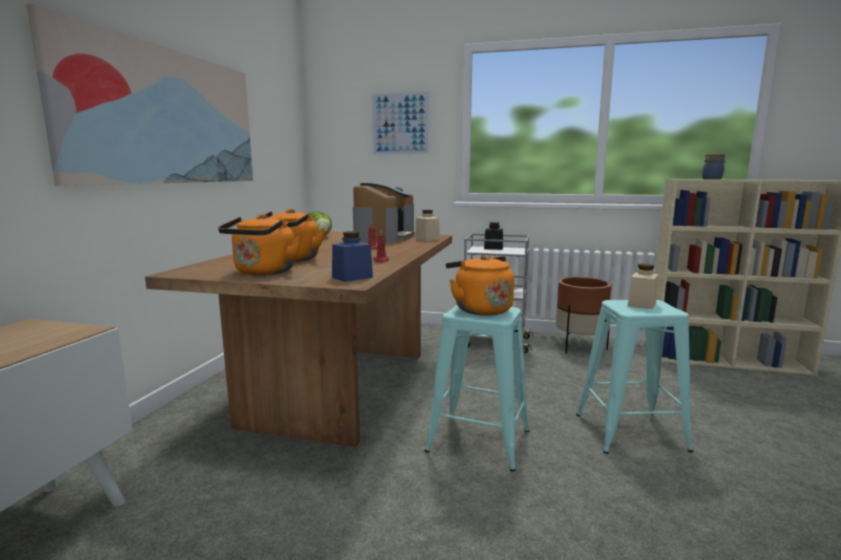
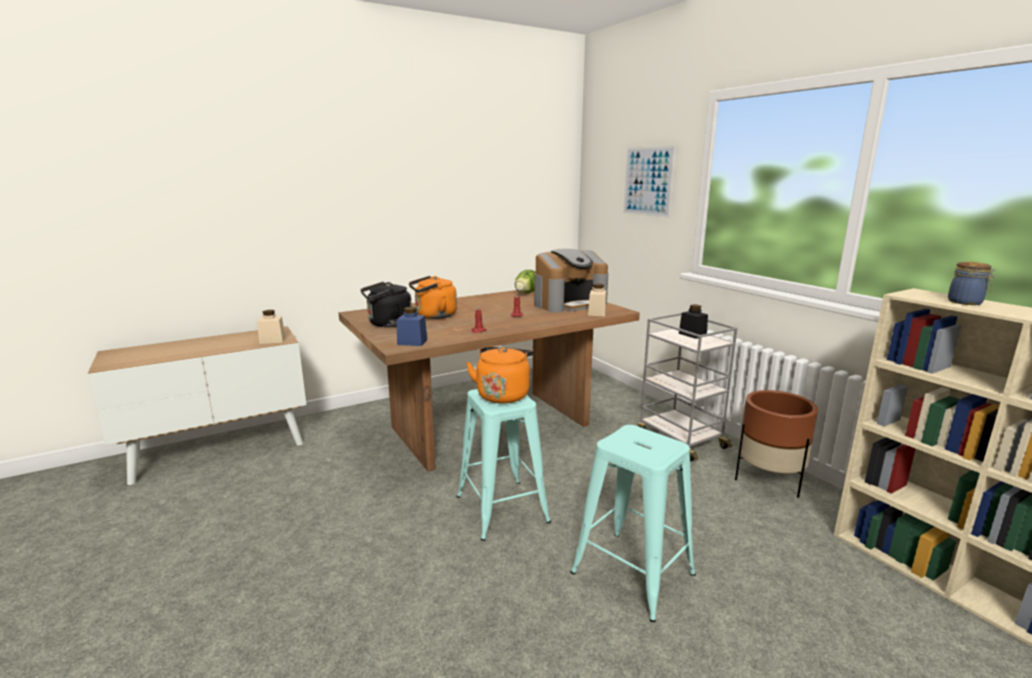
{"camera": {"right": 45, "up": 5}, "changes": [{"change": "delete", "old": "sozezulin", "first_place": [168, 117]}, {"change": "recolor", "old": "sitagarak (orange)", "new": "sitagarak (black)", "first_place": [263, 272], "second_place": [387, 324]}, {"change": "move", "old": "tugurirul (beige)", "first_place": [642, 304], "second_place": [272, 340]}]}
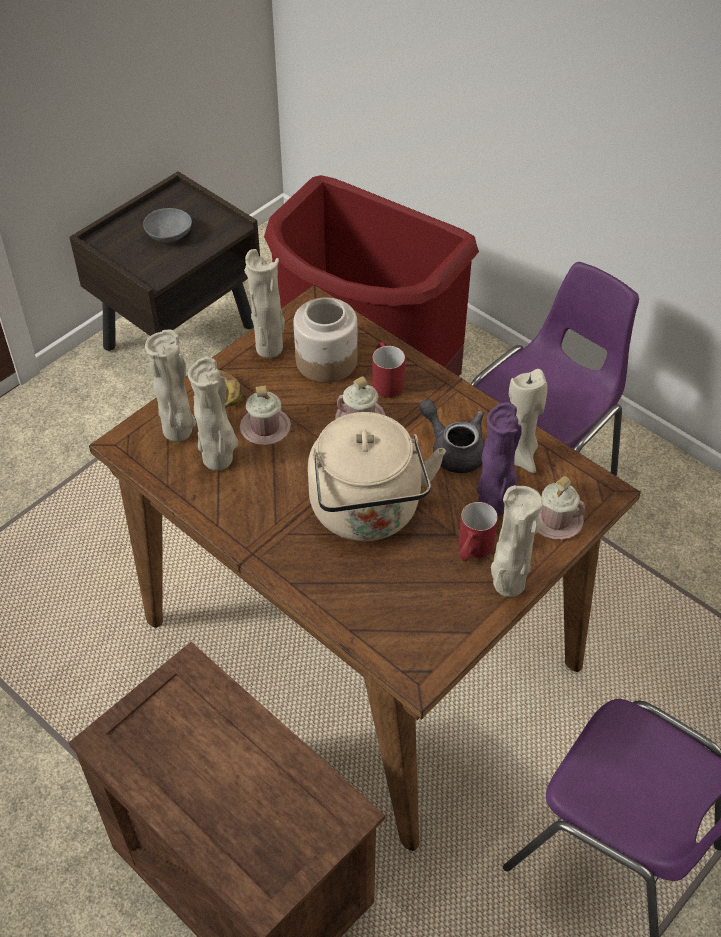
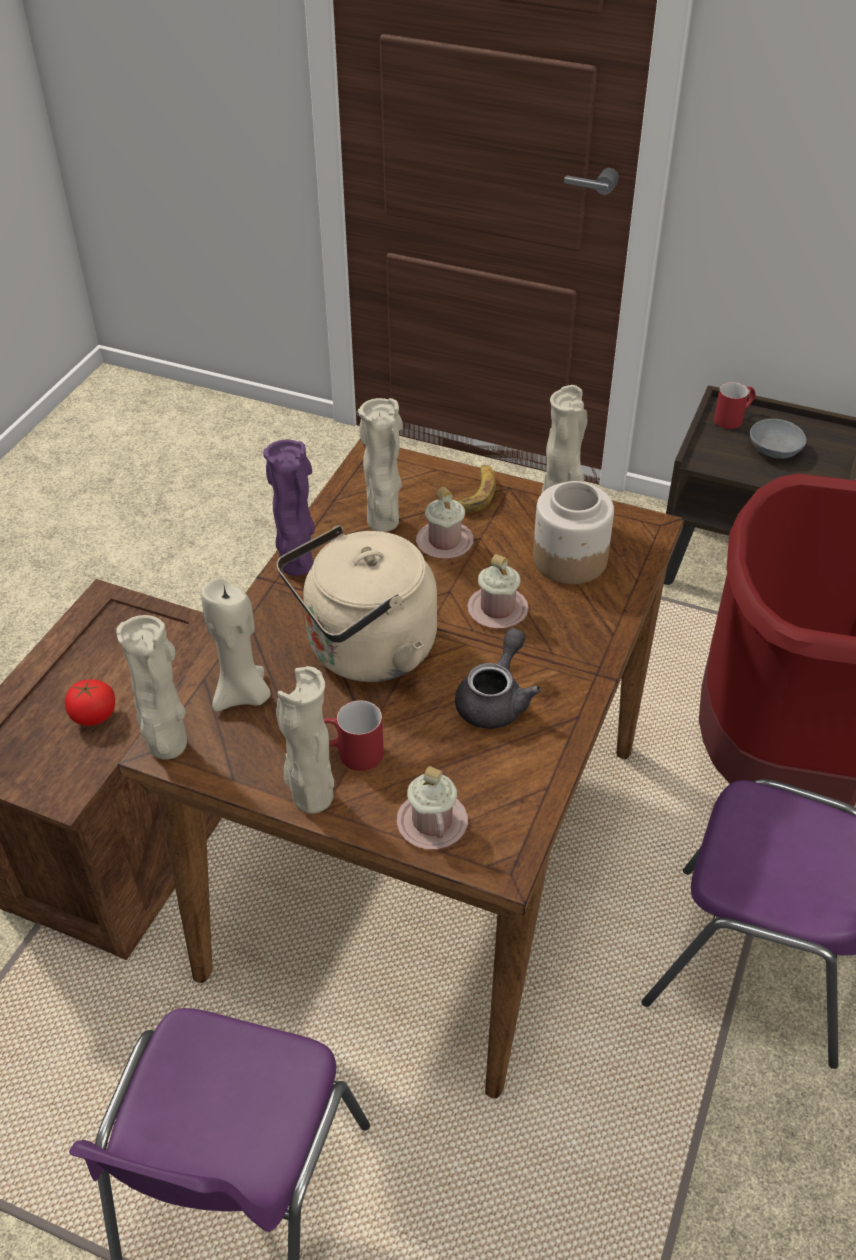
{"camera": {"right": 70, "up": -5}, "changes": [{"change": "move", "old": "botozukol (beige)", "first_place": [179, 432], "second_place": [167, 747]}, {"change": "move", "old": "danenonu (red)", "first_place": [385, 380], "second_place": [733, 418]}, {"change": "move", "old": "botozukol (purple)", "first_place": [495, 505], "second_place": [297, 567]}, {"change": "move", "old": "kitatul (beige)", "first_place": [519, 456], "second_place": [243, 695]}, {"change": "insert", "new": "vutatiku", "second_place": [94, 715]}]}
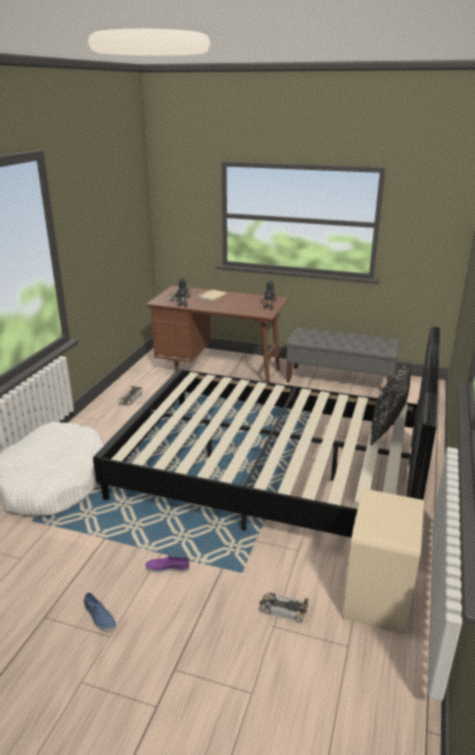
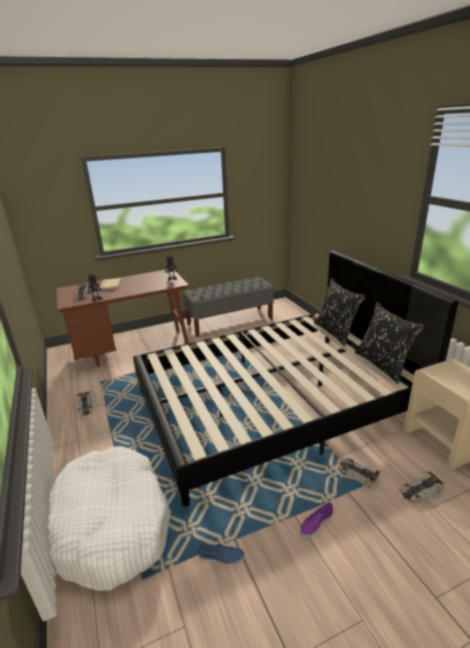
{"camera": {"right": -40, "up": 0}, "changes": [{"change": "move", "old": "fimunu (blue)", "first_place": [99, 617], "second_place": [221, 557]}, {"change": "insert", "new": "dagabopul", "second_place": [357, 474]}, {"change": "insert", "new": "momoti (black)", "second_place": [383, 365]}]}
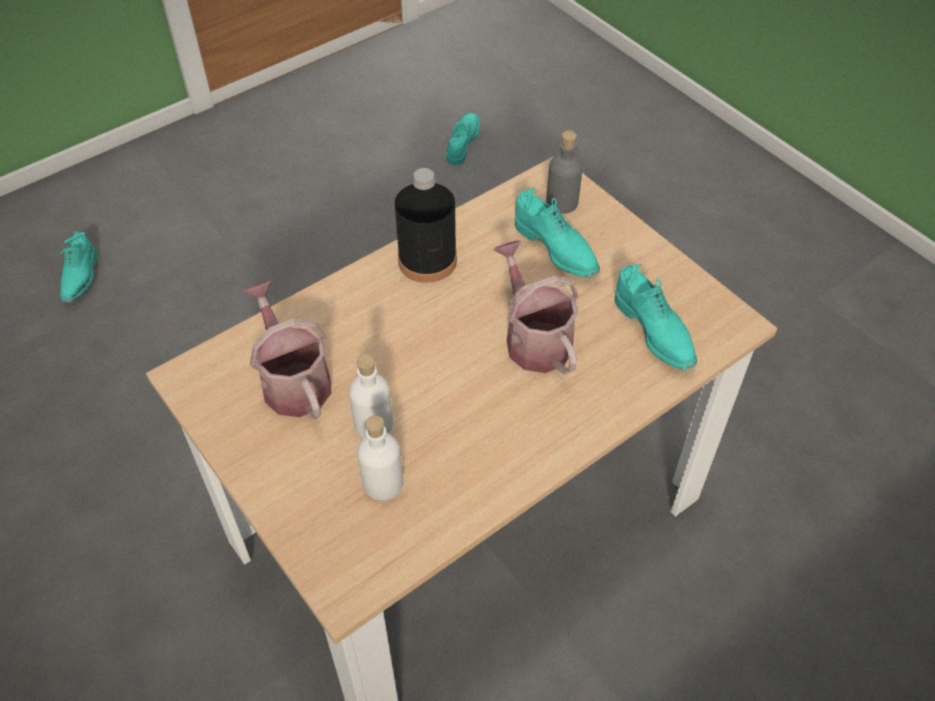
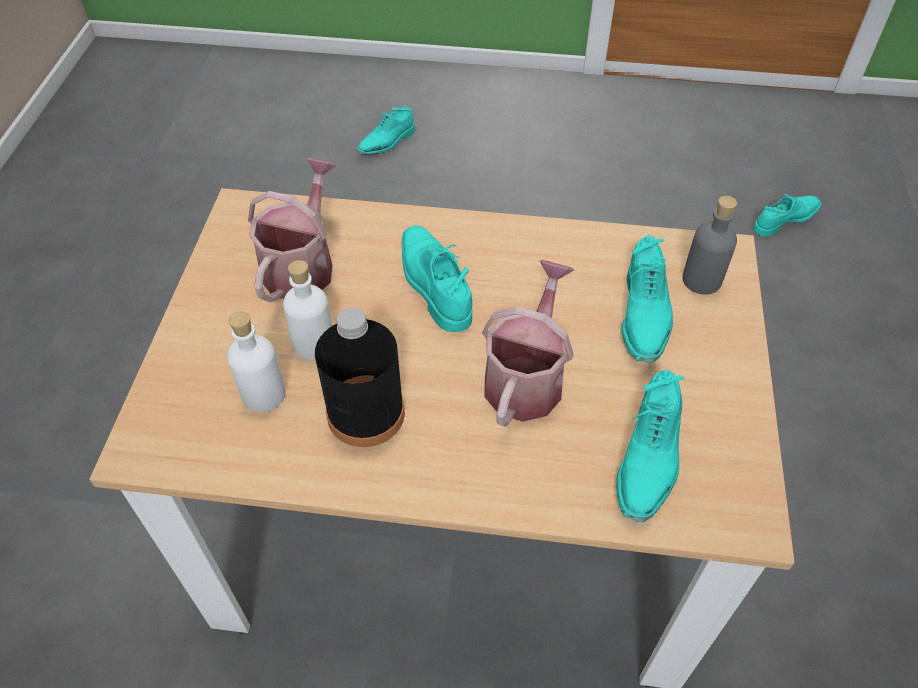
{"camera": {"right": 45, "up": 0}, "changes": [{"change": "move", "old": "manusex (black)", "first_place": [427, 260], "second_place": [366, 414]}, {"change": "insert", "new": "fimunu (turquoise)", "second_place": [434, 285]}]}
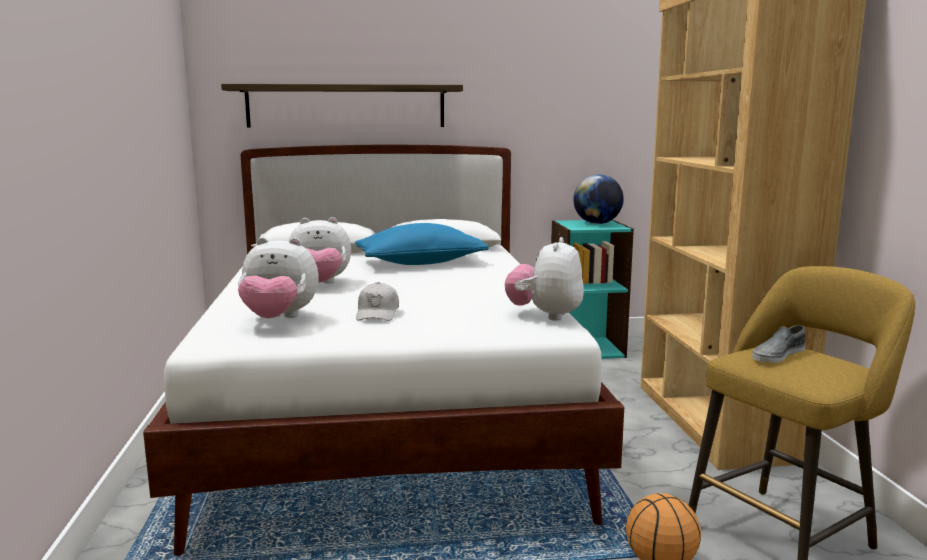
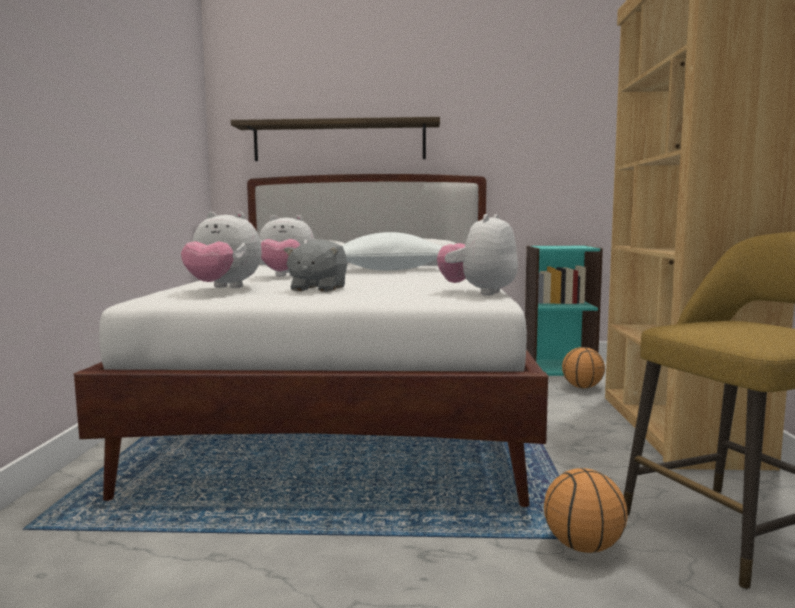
{"camera": {"right": 10, "up": -5}, "changes": [{"change": "recolor", "old": "momoti (blue)", "new": "momoti (white)", "first_place": [420, 263], "second_place": [389, 269]}, {"change": "replace", "old": "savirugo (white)", "new": "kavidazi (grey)", "first_place": [377, 313], "second_place": [318, 289]}, {"change": "delete", "old": "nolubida", "first_place": [597, 223]}, {"change": "delete", "old": "fimunu (grey)", "first_place": [777, 354]}, {"change": "insert", "new": "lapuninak", "second_place": [582, 387]}]}
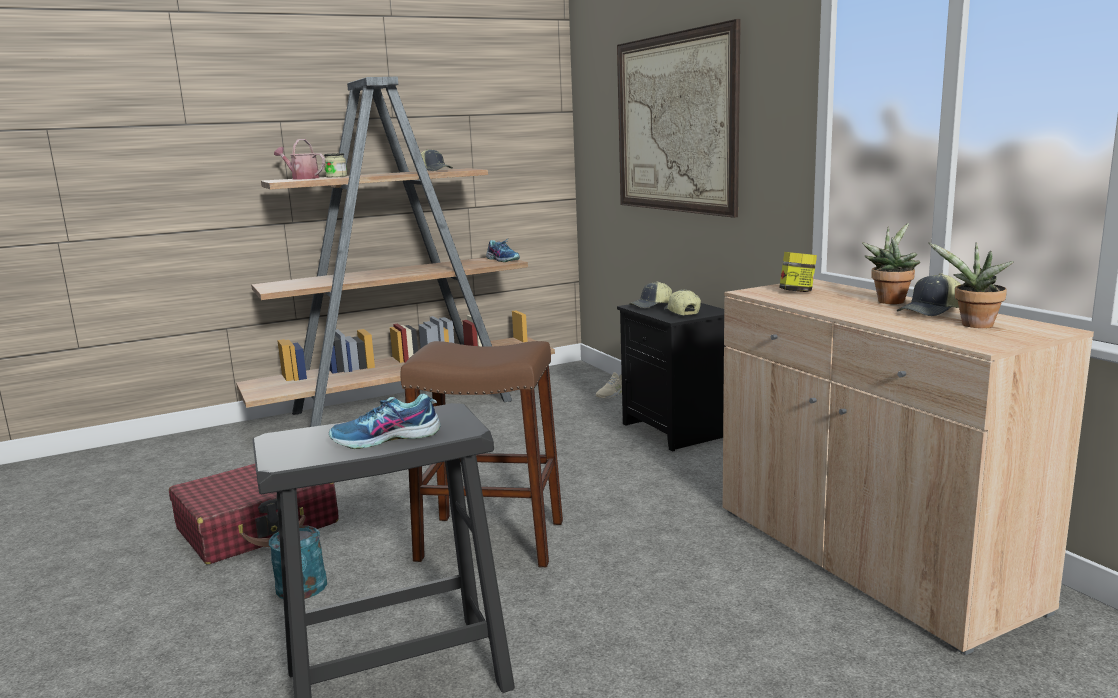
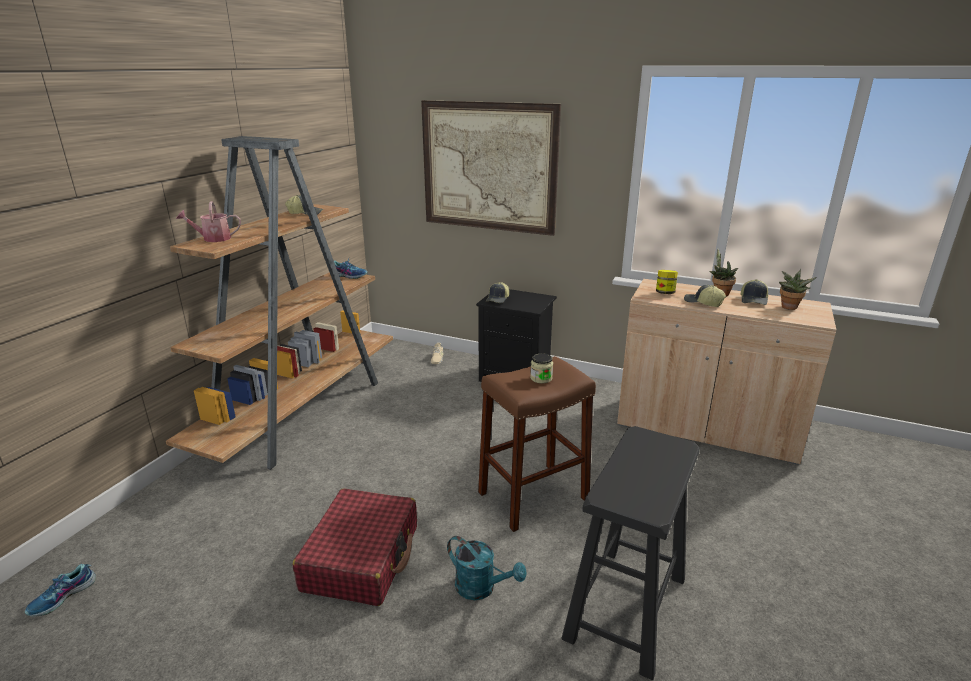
{"camera": {"right": -40, "up": 10}, "changes": [{"change": "move", "old": "tugurirul", "first_place": [336, 176], "second_place": [541, 378]}, {"change": "move", "old": "fimunu", "first_place": [386, 438], "second_place": [63, 597]}, {"change": "move", "old": "savirugo", "first_place": [681, 312], "second_place": [703, 303]}]}
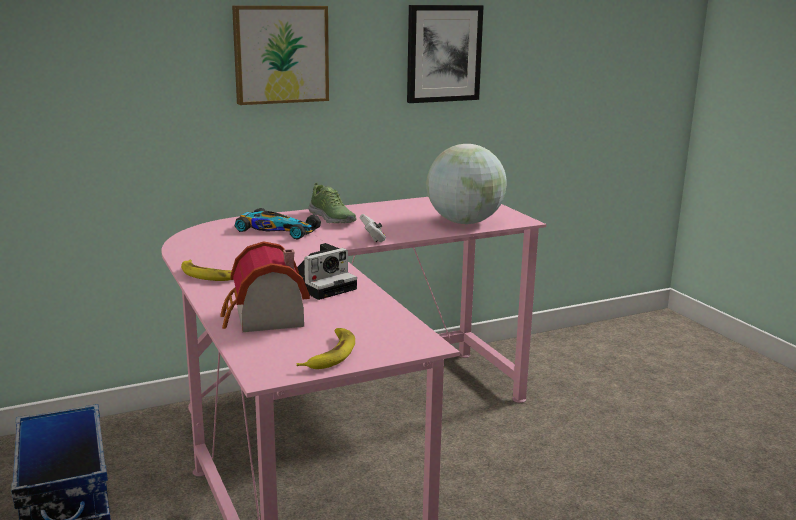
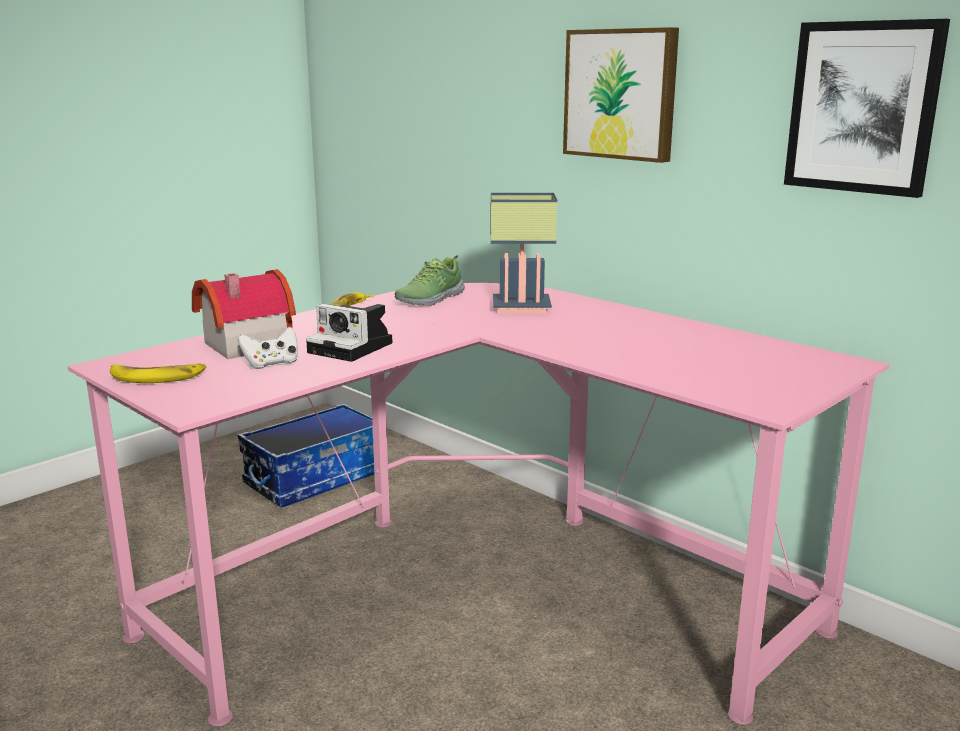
{"camera": {"right": 70, "up": 0}, "changes": [{"change": "replace", "old": "dagabopul", "new": "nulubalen", "first_place": [276, 230], "second_place": [523, 307]}, {"change": "move", "old": "fimunu", "first_place": [332, 218], "second_place": [429, 299]}, {"change": "move", "old": "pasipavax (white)", "first_place": [373, 239], "second_place": [271, 364]}, {"change": "delete", "old": "nolubida", "first_place": [464, 222]}]}
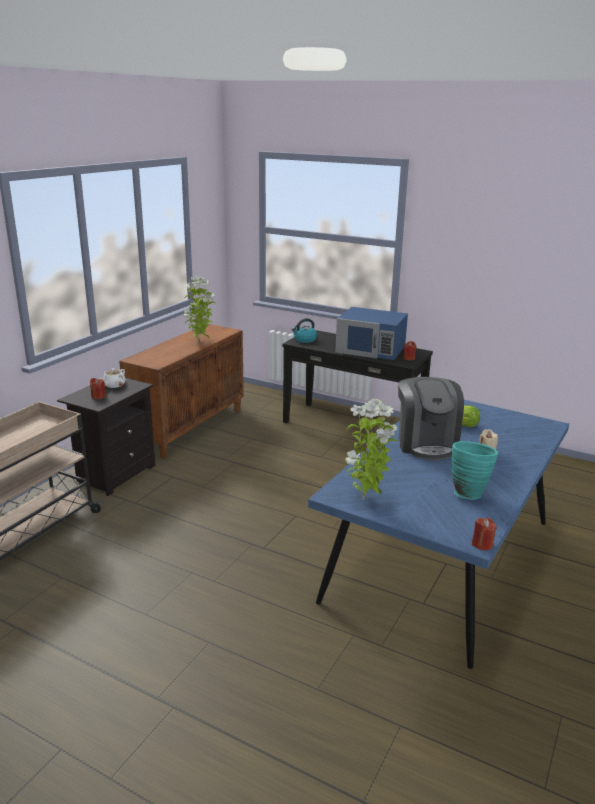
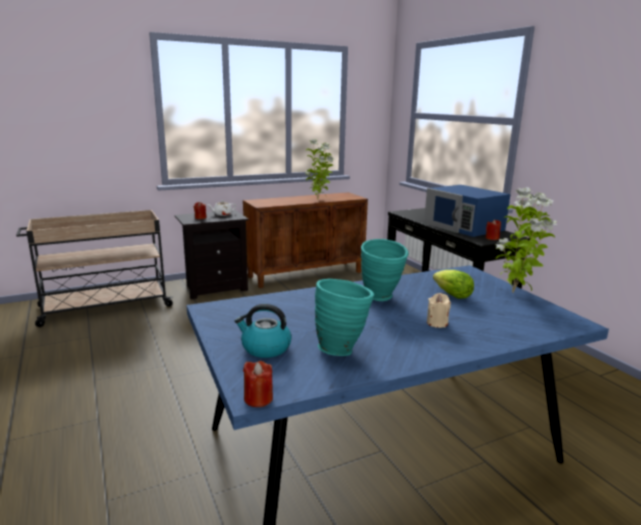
{"camera": {"right": 35, "up": -5}, "changes": [{"change": "move", "old": "sitagarak", "first_place": [304, 340], "second_place": [265, 348]}, {"change": "move", "old": "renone", "first_place": [365, 499], "second_place": [514, 293]}, {"change": "replace", "old": "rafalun", "new": "botozukol (turquoise)", "first_place": [426, 443], "second_place": [381, 298]}]}
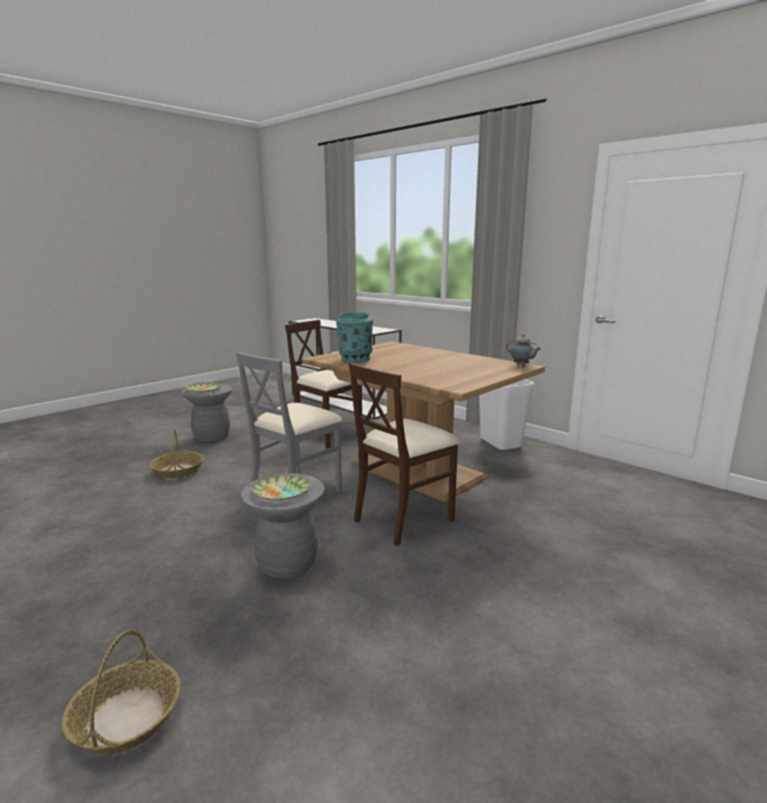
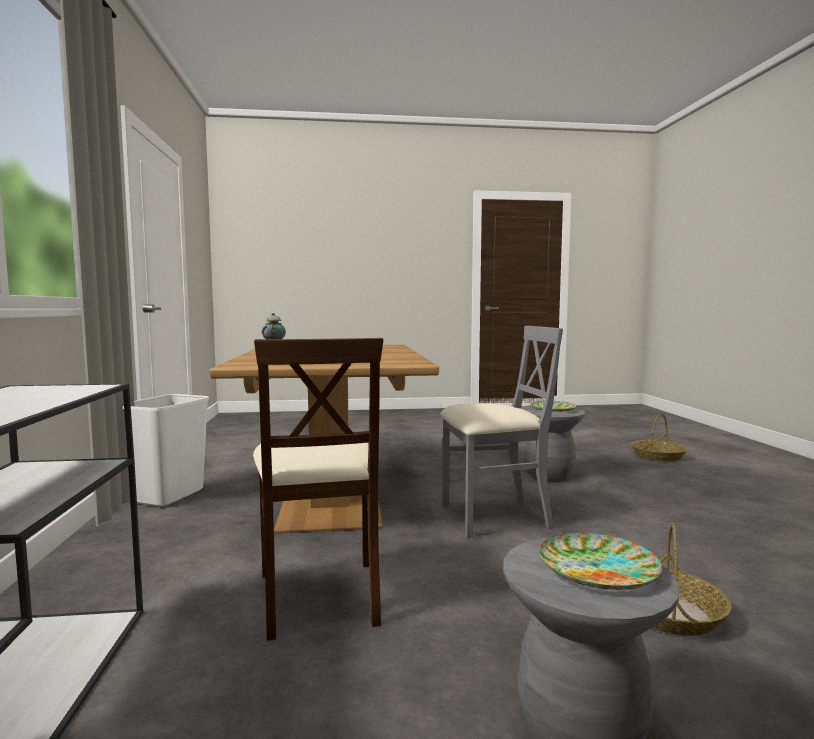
{"camera": {"right": -140, "up": -10}, "changes": [{"change": "delete", "old": "botozukol (turquoise)", "first_place": [355, 359]}, {"change": "delete", "old": "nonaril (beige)", "first_place": [403, 518]}]}
